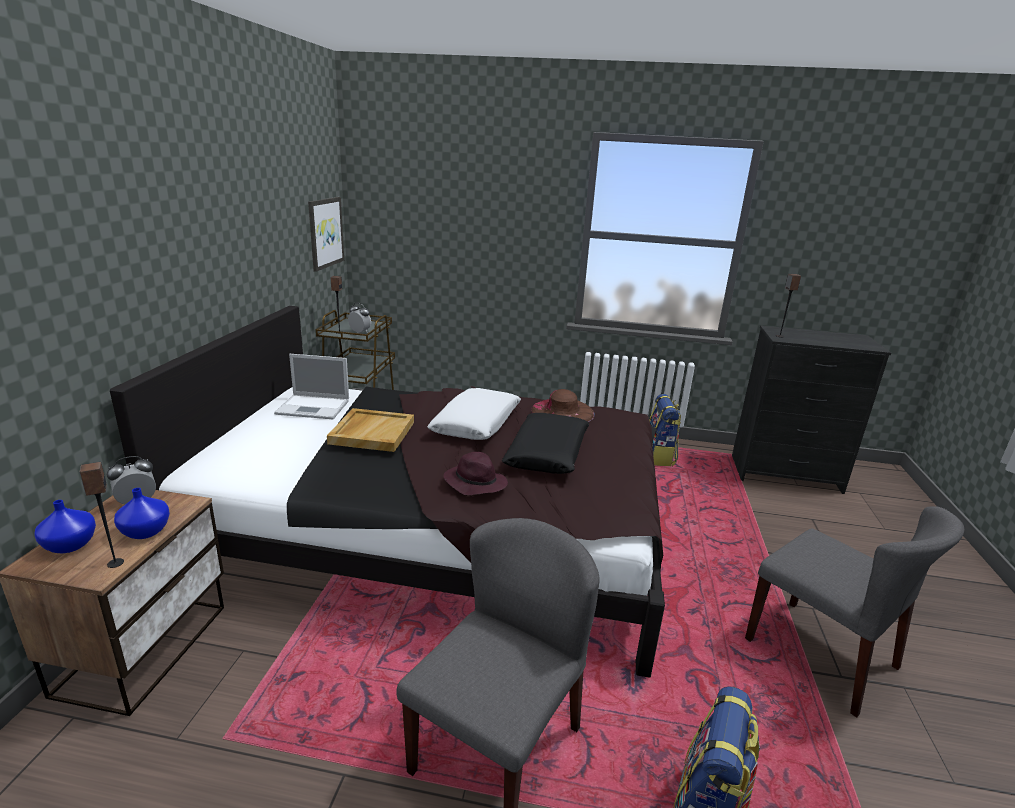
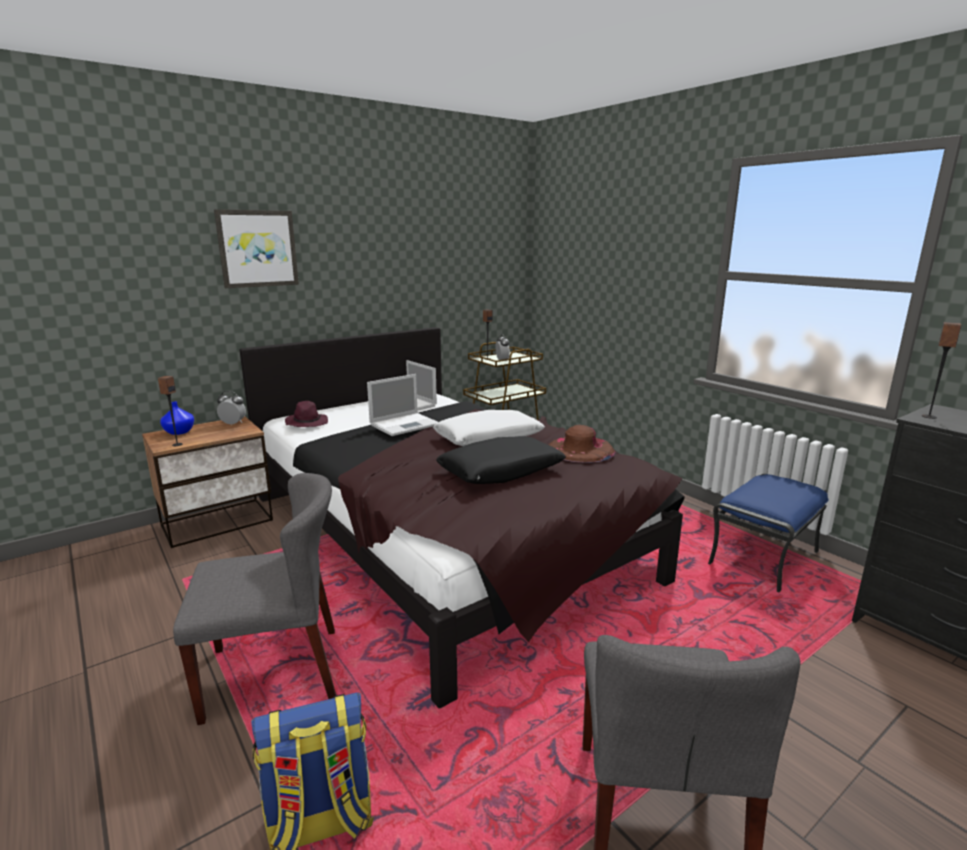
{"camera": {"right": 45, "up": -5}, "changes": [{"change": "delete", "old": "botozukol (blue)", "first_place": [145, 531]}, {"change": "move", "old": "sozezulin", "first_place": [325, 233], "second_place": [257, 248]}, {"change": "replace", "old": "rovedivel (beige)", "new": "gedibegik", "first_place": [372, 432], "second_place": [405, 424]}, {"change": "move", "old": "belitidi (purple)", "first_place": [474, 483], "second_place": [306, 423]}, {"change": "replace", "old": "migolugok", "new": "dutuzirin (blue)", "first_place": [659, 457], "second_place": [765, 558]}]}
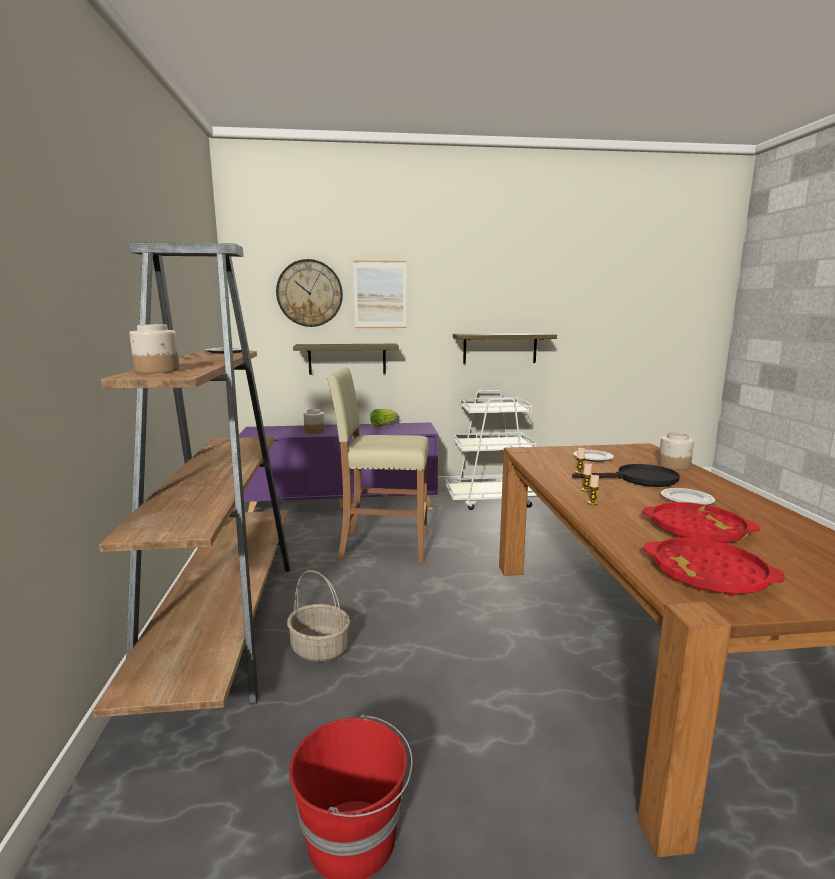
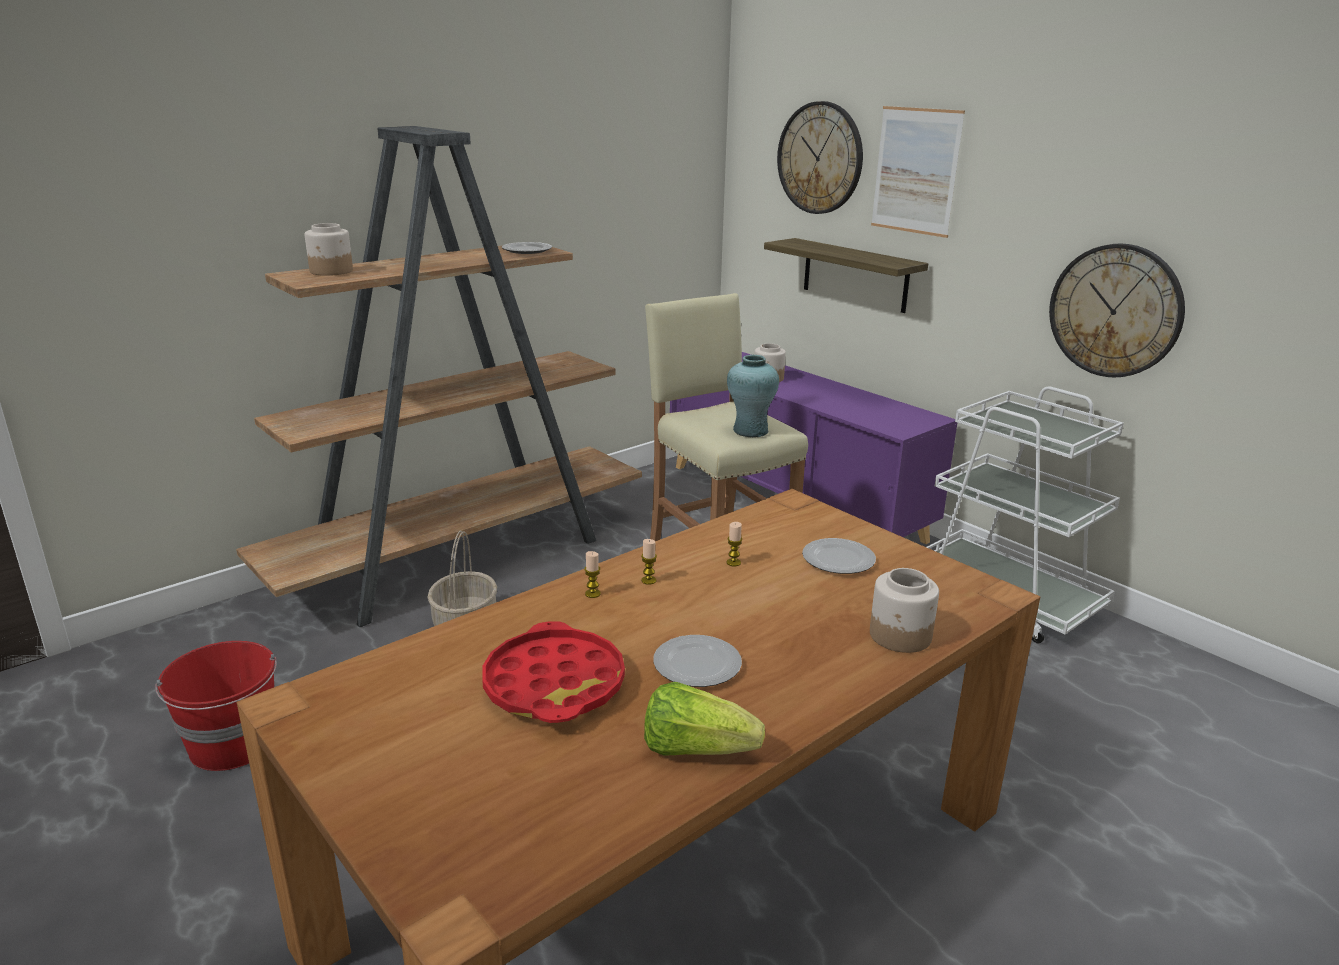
{"camera": {"right": 55, "up": 10}, "changes": [{"change": "move", "old": "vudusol", "first_place": [383, 425], "second_place": [696, 749]}, {"change": "replace", "old": "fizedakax", "new": "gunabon", "first_place": [500, 348], "second_place": [1115, 311]}, {"change": "delete", "old": "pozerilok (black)", "first_place": [638, 479]}, {"change": "delete", "old": "rovedivel (red)", "first_place": [708, 574]}, {"change": "insert", "new": "botozukol (turquoise)", "second_place": [750, 431]}]}
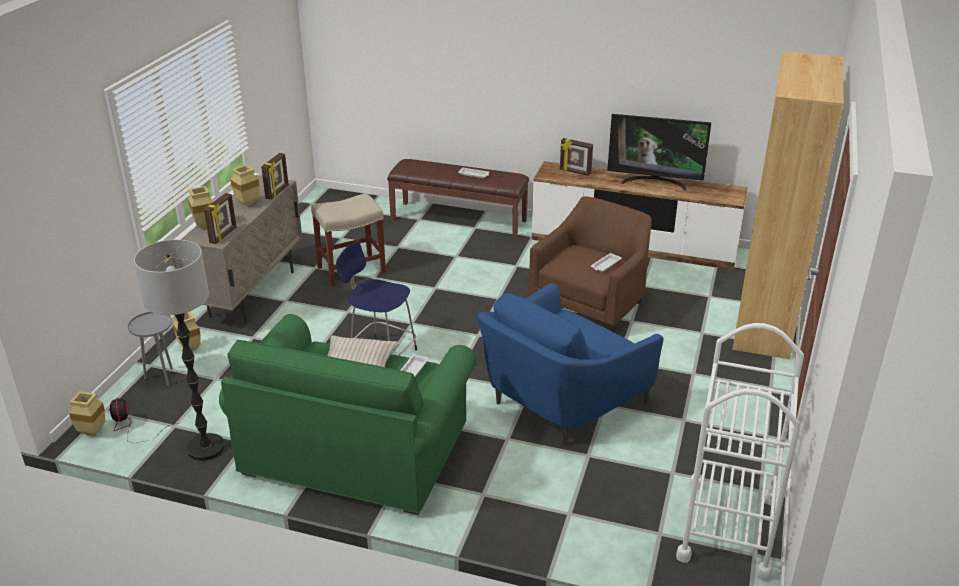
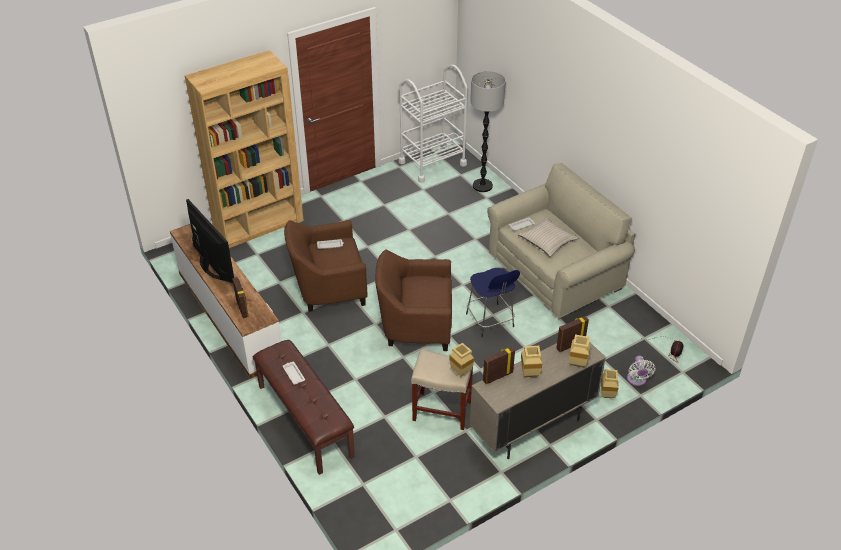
{"camera": {"right": -140, "up": 10}, "changes": [{"change": "move", "old": "botozukol (beige)", "first_place": [91, 433], "second_place": [462, 373]}, {"change": "replace", "old": "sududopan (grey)", "new": "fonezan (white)", "first_place": [161, 377], "second_place": [637, 380]}, {"change": "move", "old": "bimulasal", "first_place": [205, 448], "second_place": [482, 186]}, {"change": "recolor", "old": "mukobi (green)", "new": "mukobi (beige)", "first_place": [354, 450], "second_place": [555, 272]}, {"change": "delete", "old": "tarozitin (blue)", "first_place": [561, 402]}, {"change": "insert", "new": "tarozitin (brown)", "second_place": [415, 324]}]}
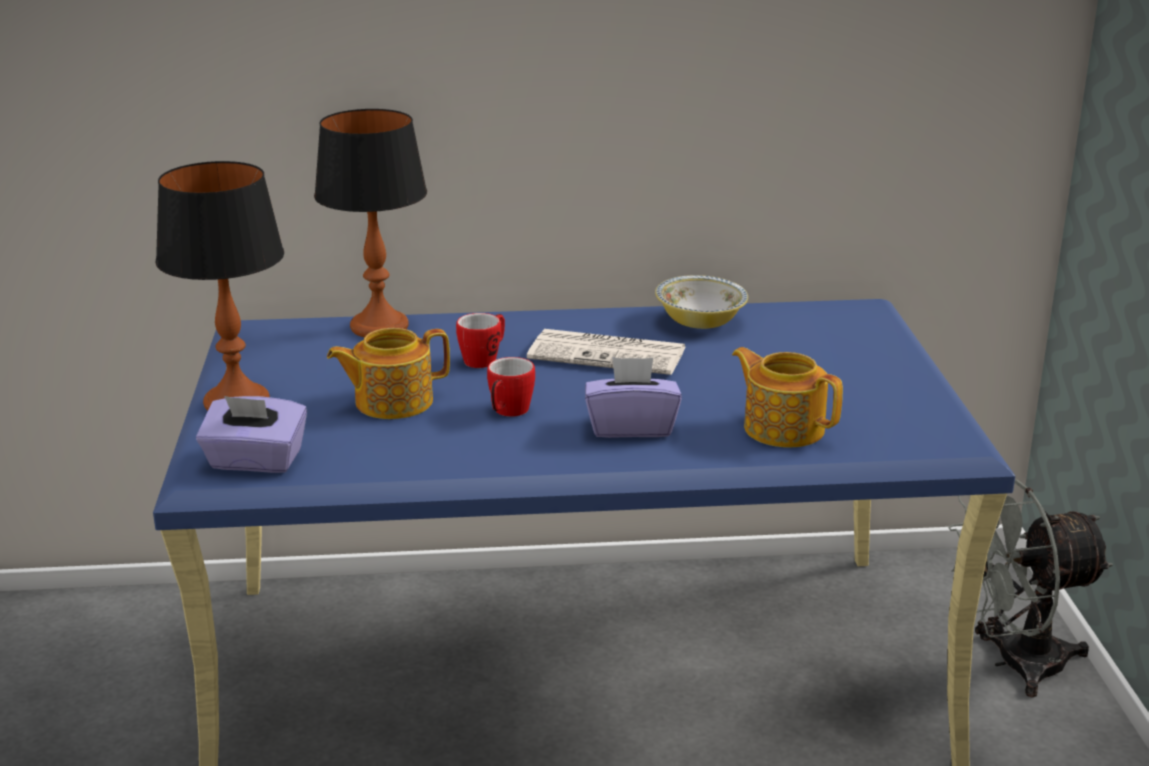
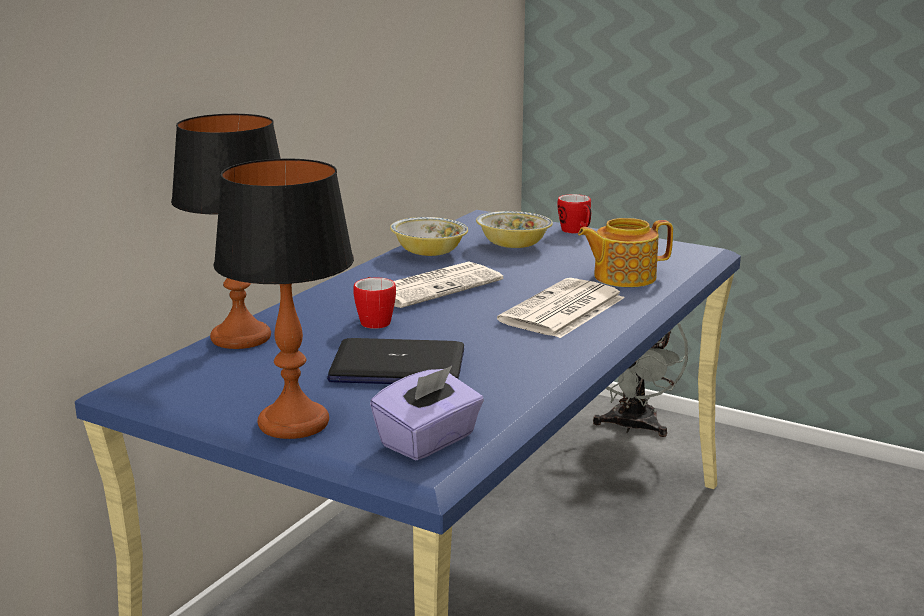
{"camera": {"right": -55, "up": -5}, "changes": [{"change": "replace", "old": "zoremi", "new": "gedibegik", "first_place": [392, 402], "second_place": [397, 367]}, {"change": "move", "old": "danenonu", "first_place": [508, 412], "second_place": [576, 231]}, {"change": "replace", "old": "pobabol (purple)", "new": "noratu", "first_place": [631, 427], "second_place": [562, 310]}, {"change": "insert", "new": "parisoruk", "second_place": [513, 245]}]}
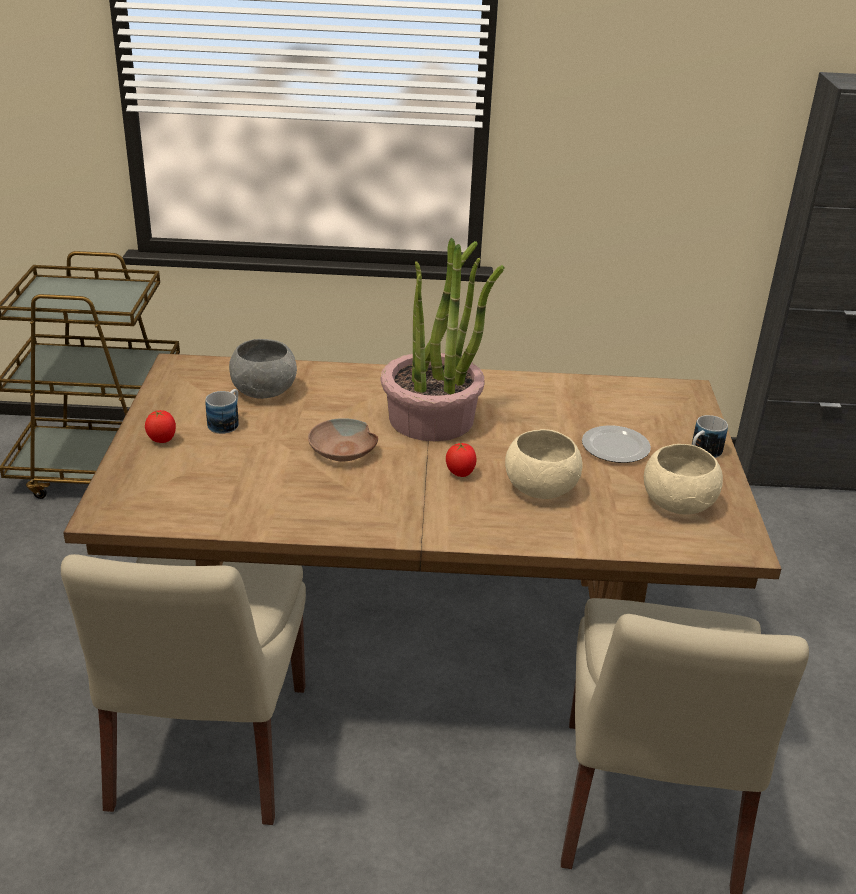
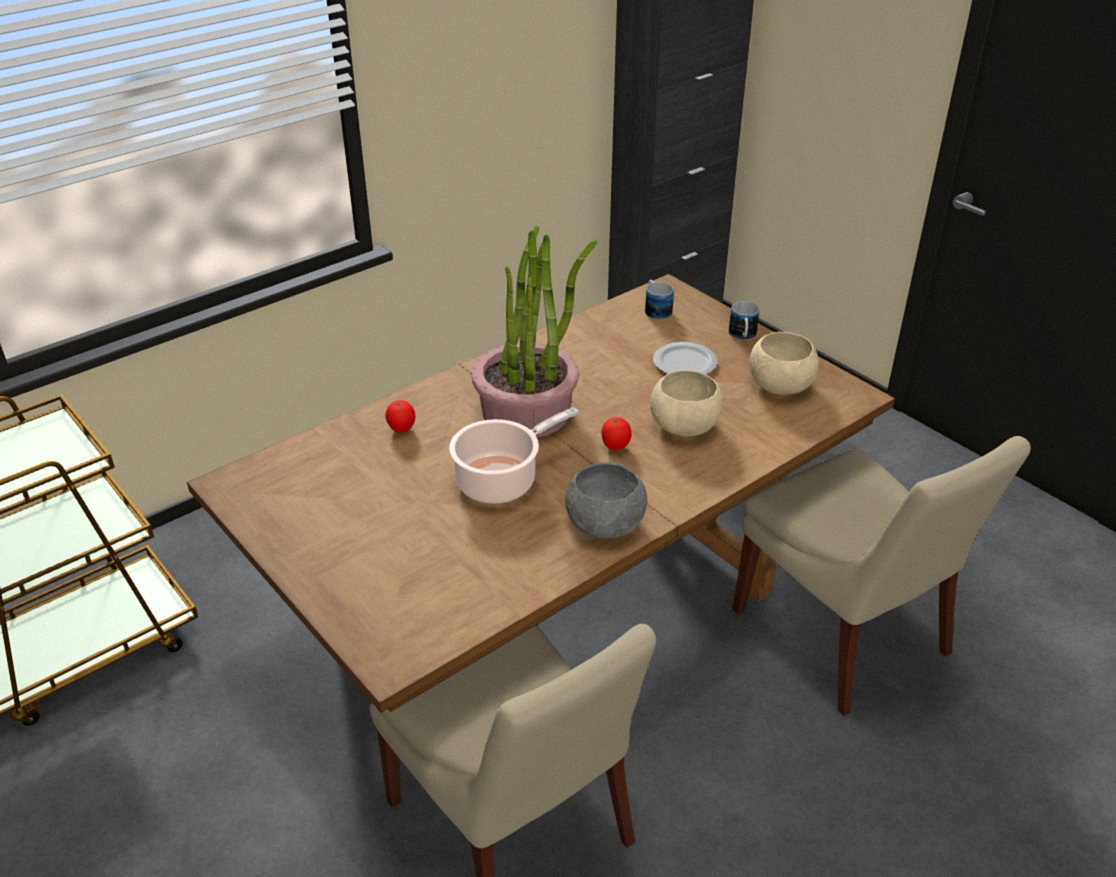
{"camera": {"right": -40, "up": 5}, "changes": [{"change": "move", "old": "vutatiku", "first_place": [162, 440], "second_place": [401, 430]}, {"change": "move", "old": "danenonu", "first_place": [227, 422], "second_place": [655, 310]}, {"change": "move", "old": "parisoruk (grey)", "first_place": [264, 391], "second_place": [606, 524]}, {"change": "replace", "old": "parisoruk (brown)", "new": "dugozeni", "first_place": [343, 451], "second_place": [501, 480]}]}
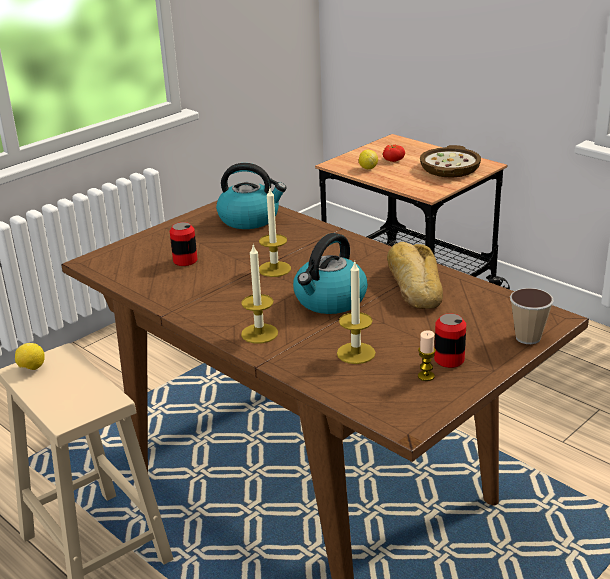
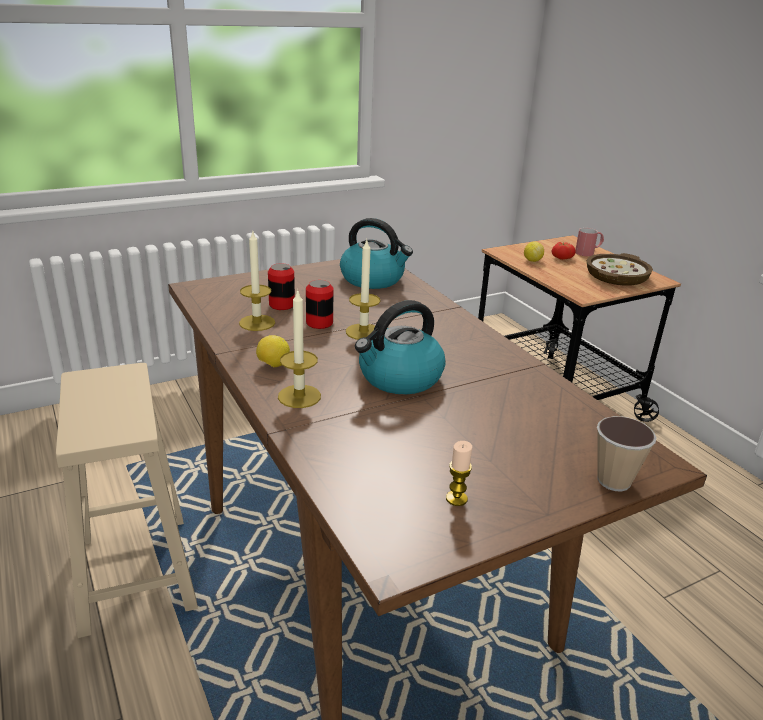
{"camera": {"right": 15, "up": 0}, "changes": [{"change": "move", "old": "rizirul", "first_place": [31, 368], "second_place": [273, 365]}, {"change": "move", "old": "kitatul", "first_place": [356, 353], "second_place": [257, 323]}, {"change": "delete", "old": "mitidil", "first_place": [414, 285]}, {"change": "move", "old": "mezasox", "first_place": [449, 360], "second_place": [319, 323]}, {"change": "insert", "new": "danenonu (red)", "second_place": [588, 252]}]}
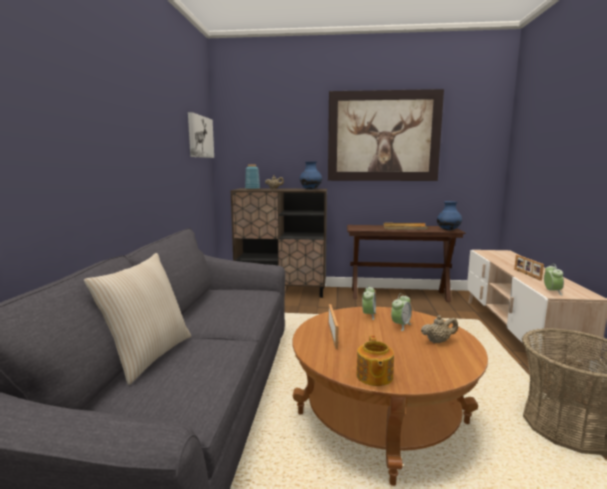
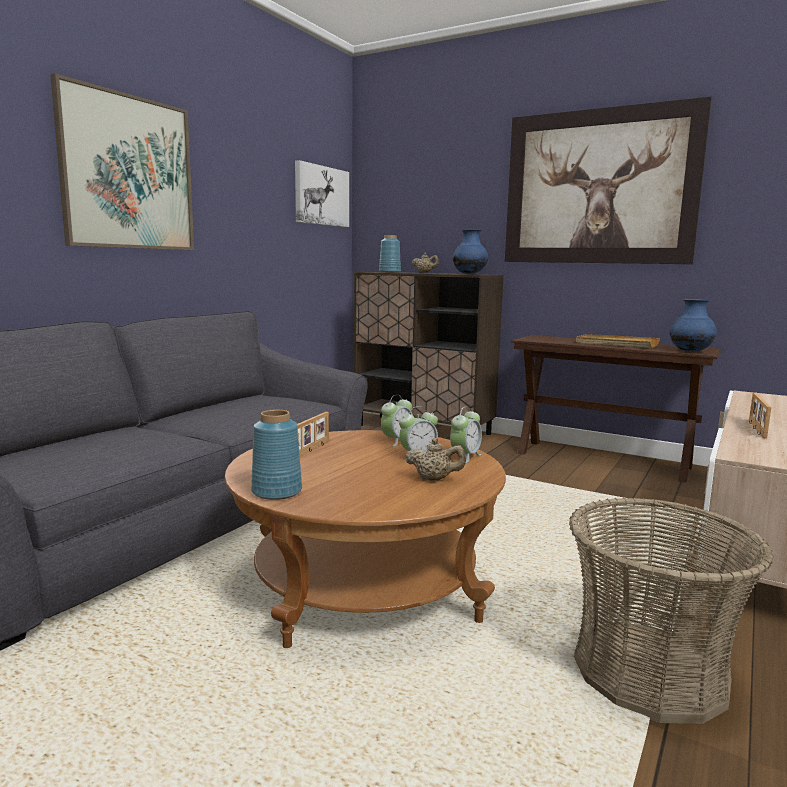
{"camera": {"right": 25, "up": 0}, "changes": [{"change": "delete", "old": "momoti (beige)", "first_place": [148, 356]}, {"change": "replace", "old": "zoremi", "new": "botozukol (blue)", "first_place": [374, 376], "second_place": [277, 491]}, {"change": "move", "old": "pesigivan", "first_place": [552, 292], "second_place": [465, 457]}, {"change": "insert", "new": "sozezulin", "second_place": [128, 173]}]}
